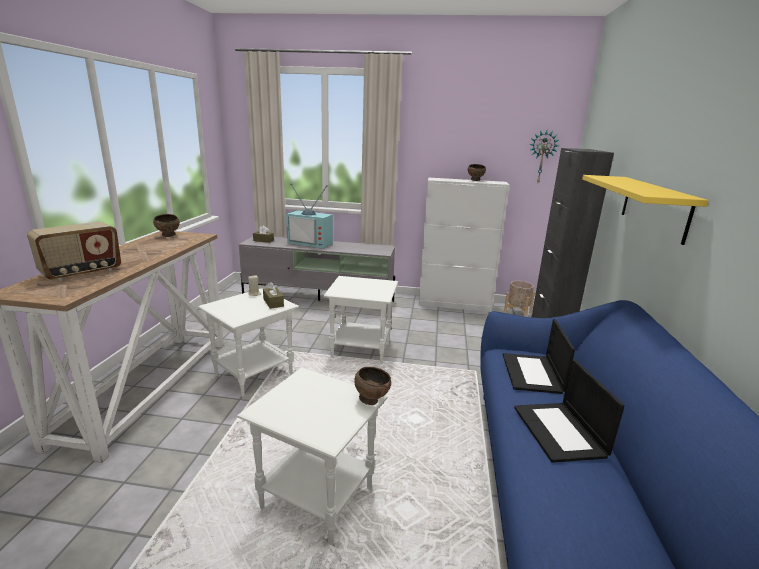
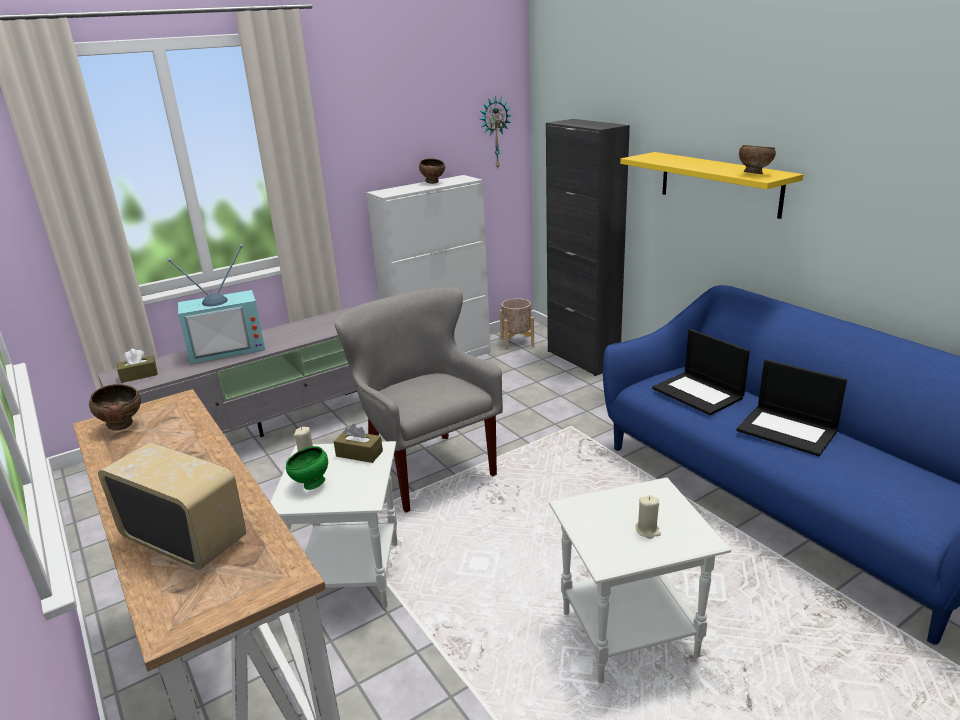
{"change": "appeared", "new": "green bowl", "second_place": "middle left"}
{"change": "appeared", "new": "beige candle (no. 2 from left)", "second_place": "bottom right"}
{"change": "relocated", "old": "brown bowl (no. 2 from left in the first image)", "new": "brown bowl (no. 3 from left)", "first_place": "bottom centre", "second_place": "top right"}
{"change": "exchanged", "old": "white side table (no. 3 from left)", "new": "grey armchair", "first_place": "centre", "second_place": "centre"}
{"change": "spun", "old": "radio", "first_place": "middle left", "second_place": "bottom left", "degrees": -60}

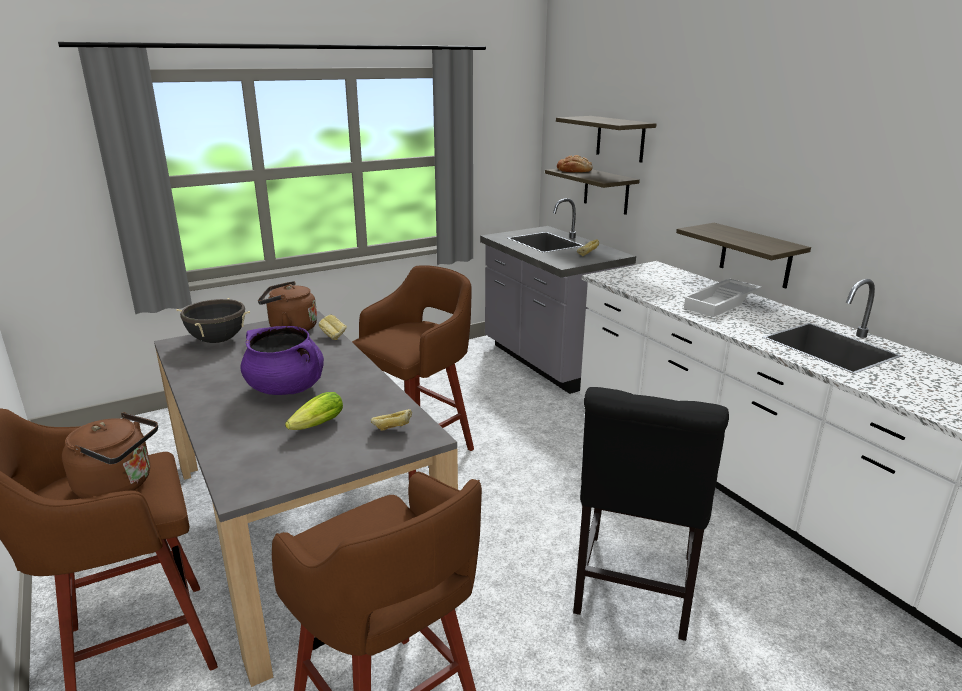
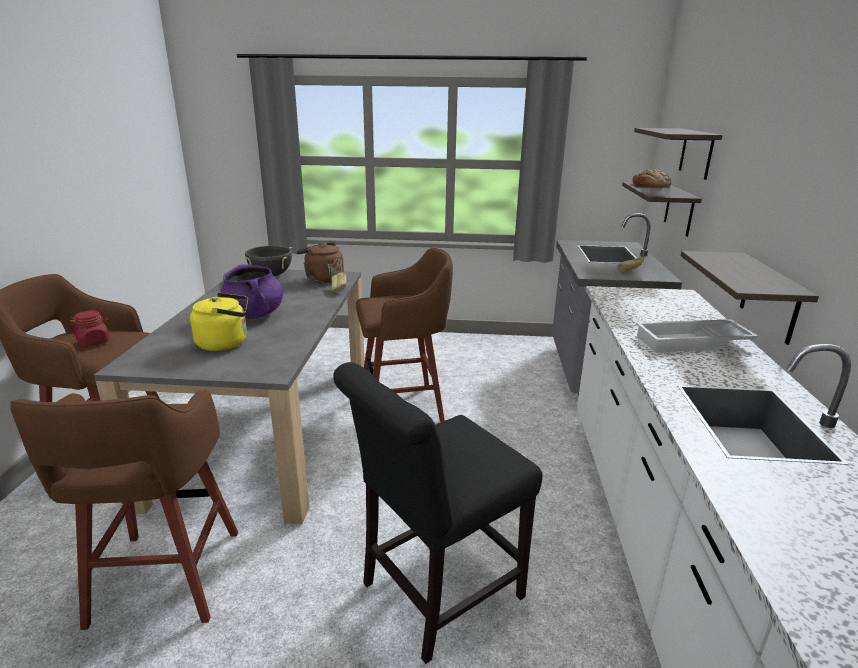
{"change": "missing", "old": "bread (no. 2 from left)", "first_place": "centre"}
{"change": "exchanged", "old": "brown kettle (no. 1 from left)", "new": "red jar", "first_place": "middle left", "second_place": "middle left"}
{"change": "exchanged", "old": "lettuce", "new": "yellow kettle", "first_place": "middle left", "second_place": "middle left"}

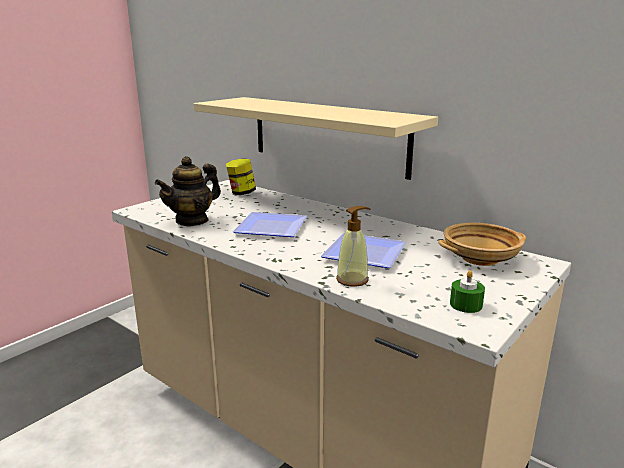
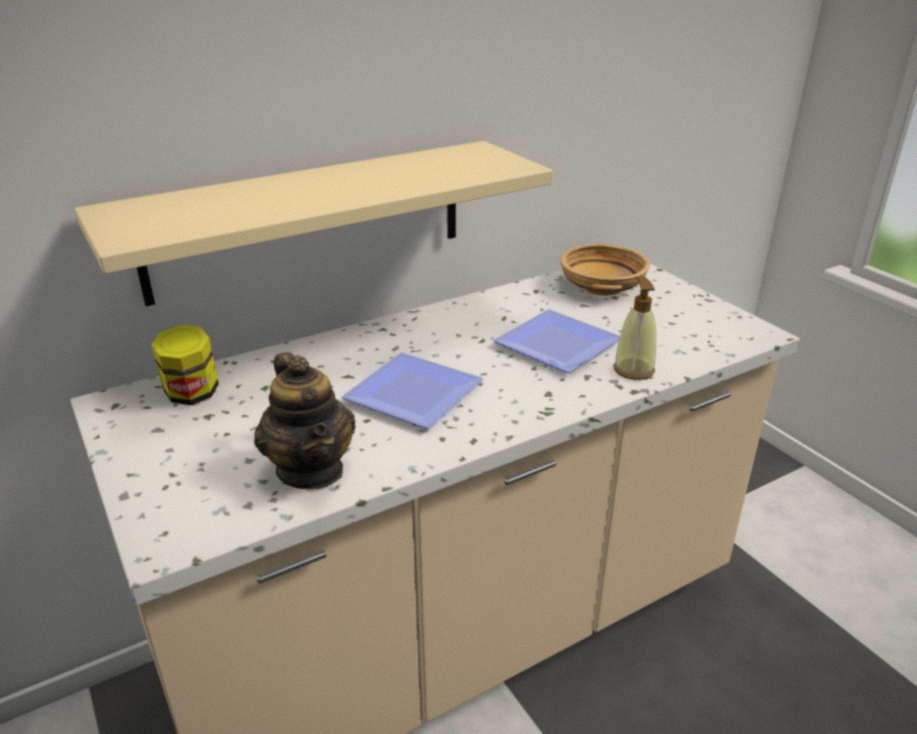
{"change": "missing", "old": "green candle", "first_place": "middle right"}

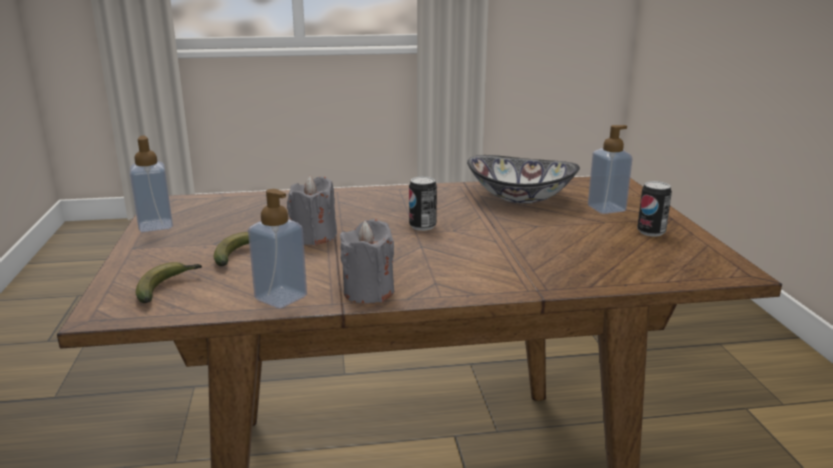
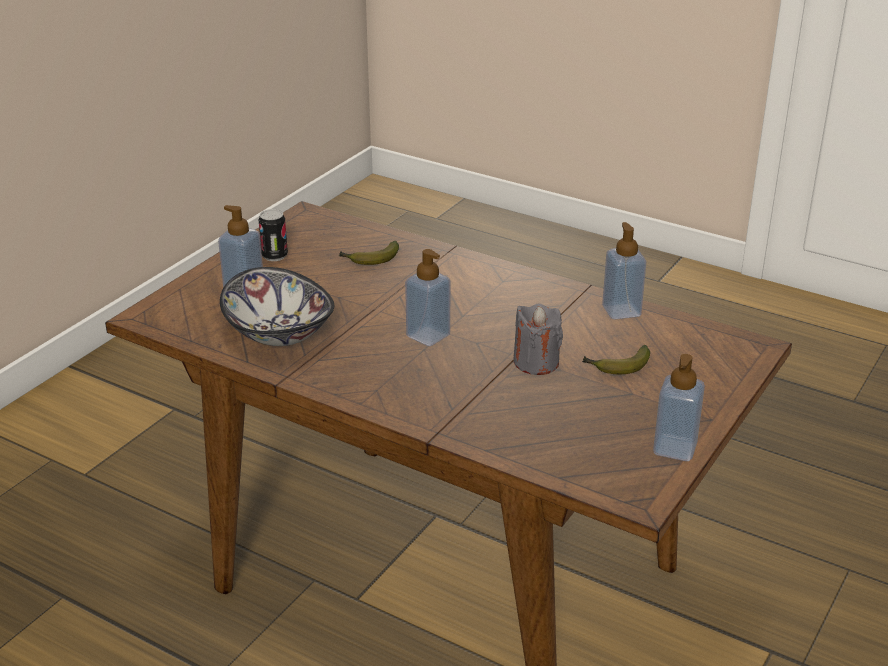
{"change": "missing", "old": "grey candle (no. 2 from left)", "first_place": "centre"}
{"change": "relocated", "old": "banana (no. 1 from left)", "first_place": "middle left", "second_place": "centre"}
{"change": "exchanged", "old": "can (no. 1 from left)", "new": "soap dispenser (no. 2 from left)", "first_place": "centre", "second_place": "centre"}

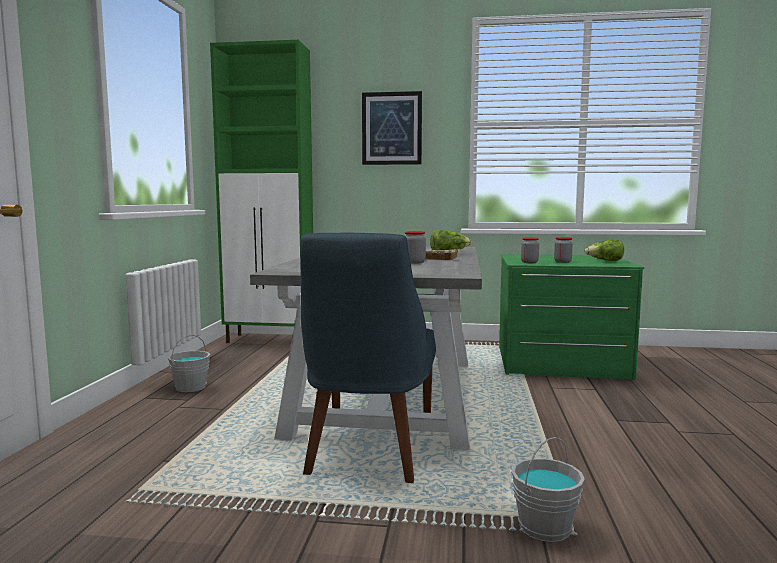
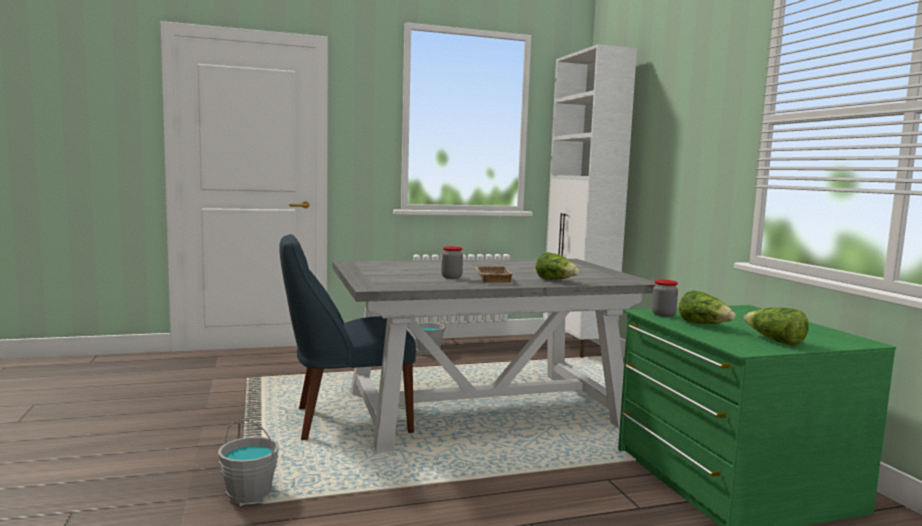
{"change": "missing", "old": "picture", "first_place": "top centre"}
{"change": "exchanged", "old": "jar (no. 3 from left)", "new": "lettuce (no. 2 from left)", "first_place": "middle right", "second_place": "middle right"}
{"change": "colour", "old": "green cabinet", "new": "white cabinet", "first_place": "centre", "second_place": "centre"}

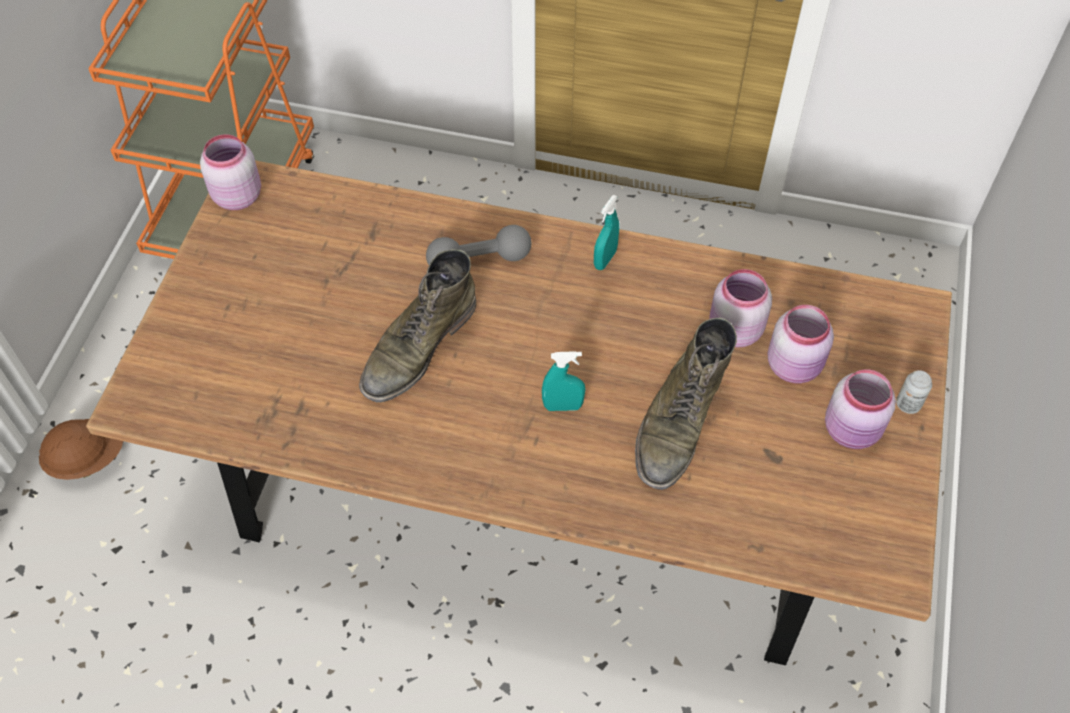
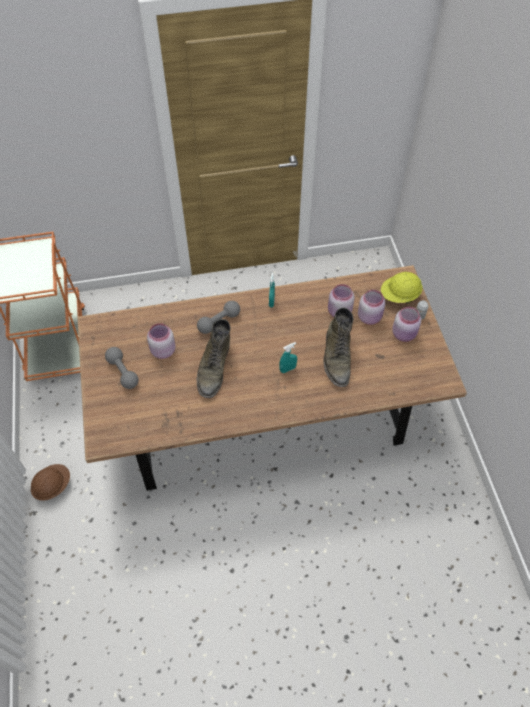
{"change": "appeared", "new": "grey dumbbell (no. 1 from left)", "second_place": "middle left"}
{"change": "appeared", "new": "yellow hard hat", "second_place": "middle right"}
{"change": "relocated", "old": "pink jar (no. 1 from left)", "first_place": "top left", "second_place": "middle left"}

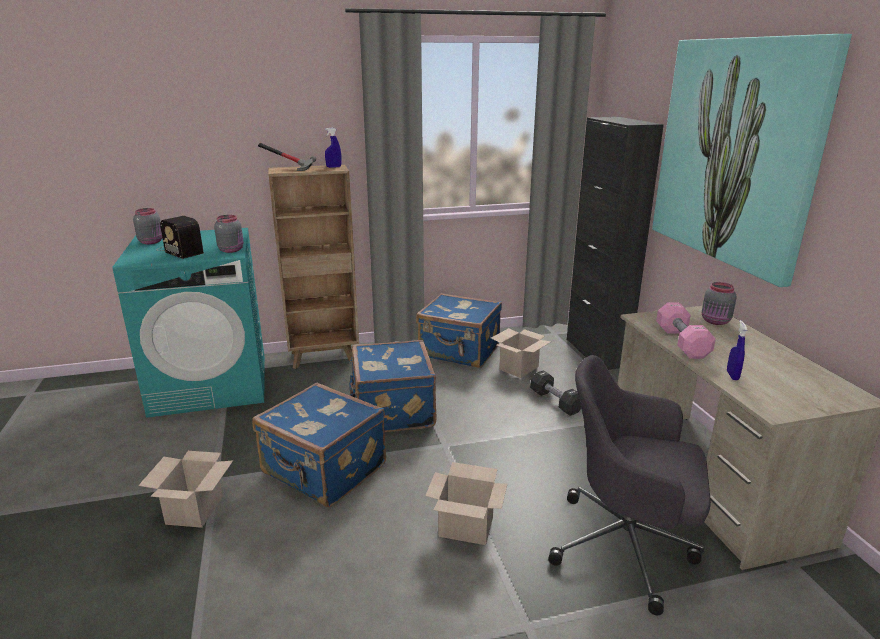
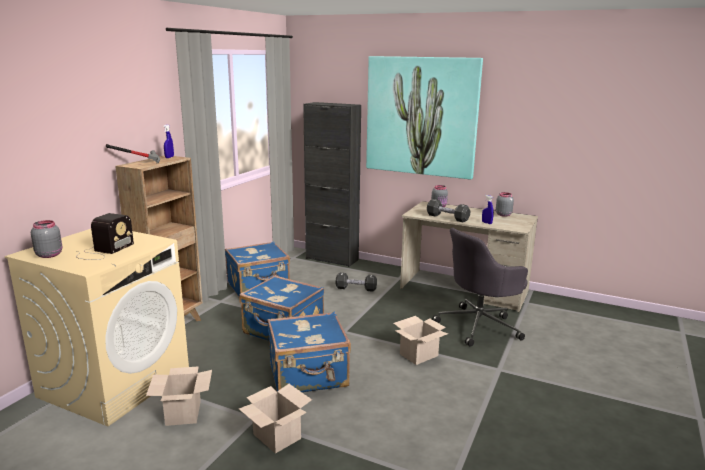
{"change": "relocated", "old": "grey jar (no. 2 from left in the first image)", "new": "grey jar (no. 3 from left)", "first_place": "middle left", "second_place": "middle right"}
{"change": "relocated", "old": "cardboard box (no. 3 from left in the first image)", "new": "cardboard box (no. 1 from left)", "first_place": "centre", "second_place": "bottom left"}
{"change": "colour", "old": "turquoise washing machine", "new": "beige washing machine", "first_place": "middle left", "second_place": "bottom left"}
{"change": "colour", "old": "pink dumbbell", "new": "black dumbbell (no. 2 from left)", "first_place": "middle right", "second_place": "centre"}
{"change": "spun", "old": "radio", "first_place": "middle left", "second_place": "middle left", "degrees": -60}

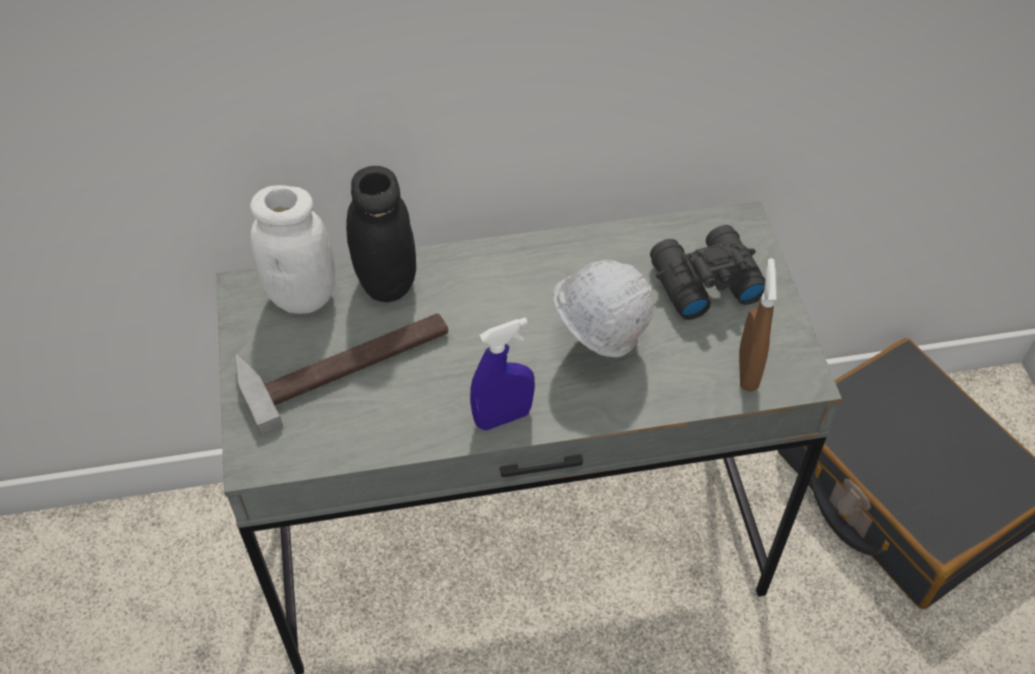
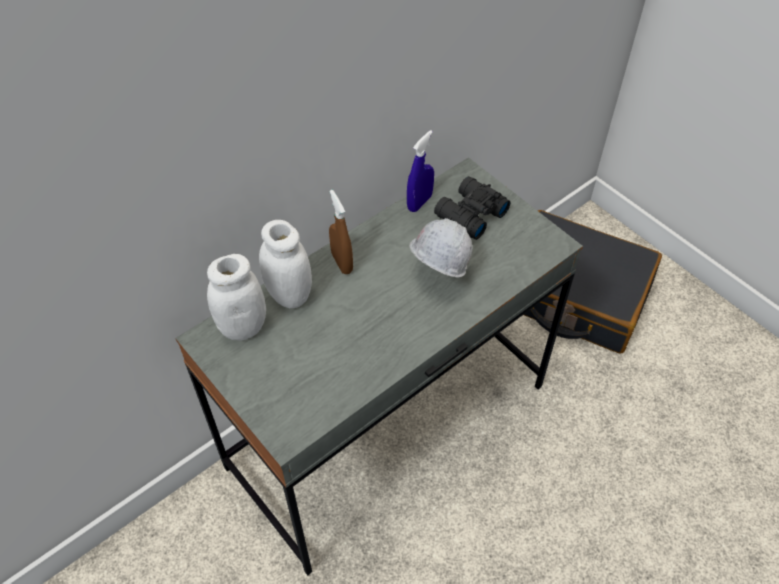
{"change": "missing", "old": "hammer", "first_place": "middle left"}
{"change": "relocated", "old": "blue spray bottle", "first_place": "centre", "second_place": "top centre"}
{"change": "relocated", "old": "brown spray bottle", "first_place": "middle right", "second_place": "centre"}
{"change": "colour", "old": "black jar", "new": "white jar (no. 2 from left)", "first_place": "centre", "second_place": "centre"}

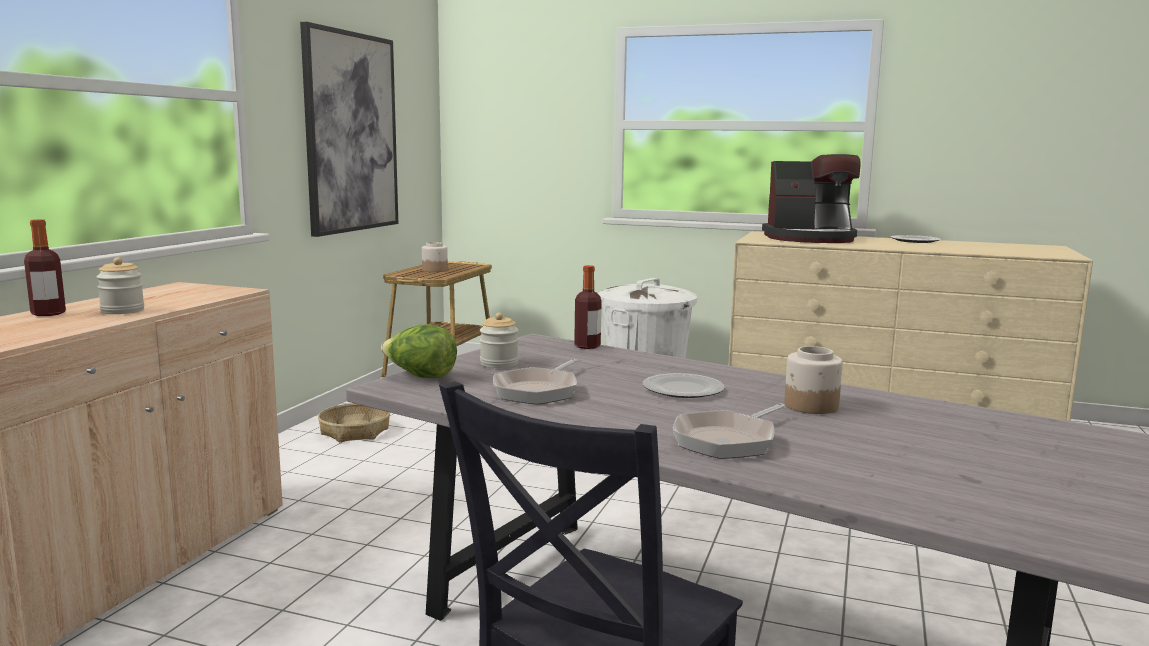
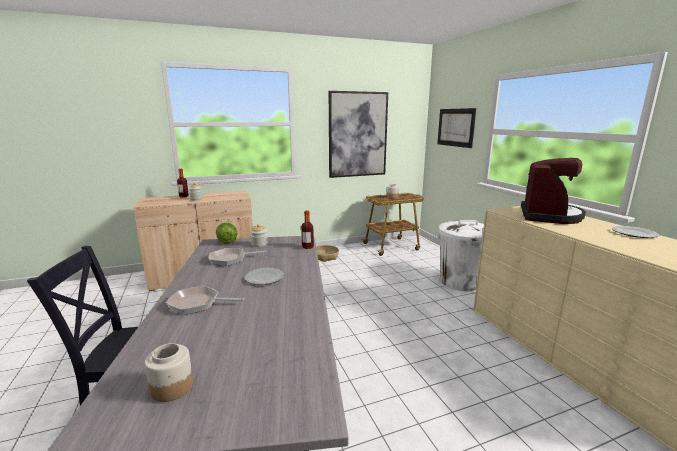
{"change": "appeared", "new": "picture (no. 2 from left)", "second_place": "top right"}
{"change": "relocated", "old": "jar (no. 4 from left in the first image)", "new": "jar (no. 1 from left)", "first_place": "middle right", "second_place": "bottom left"}
{"change": "spun", "old": "coffee machine", "first_place": "top right", "second_place": "middle right", "degrees": -120}

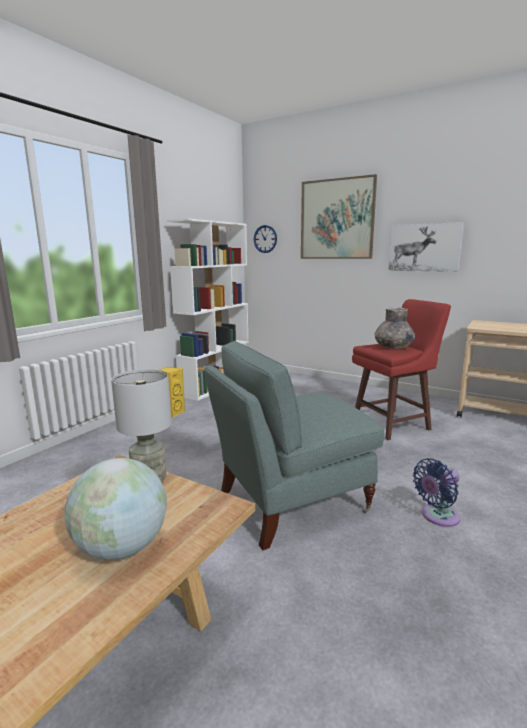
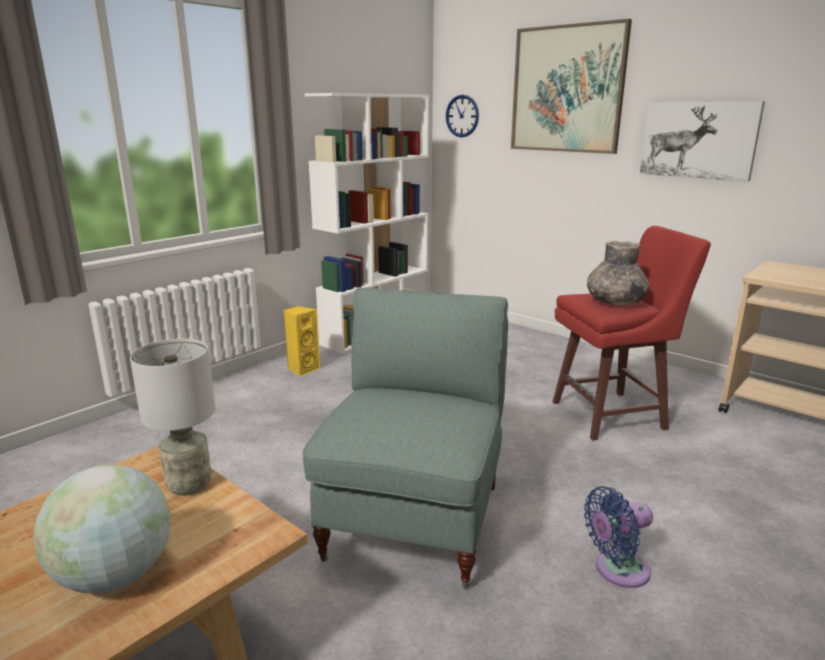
{"change": "spun", "old": "grey armchair", "first_place": "centre", "second_place": "centre", "degrees": 120}

